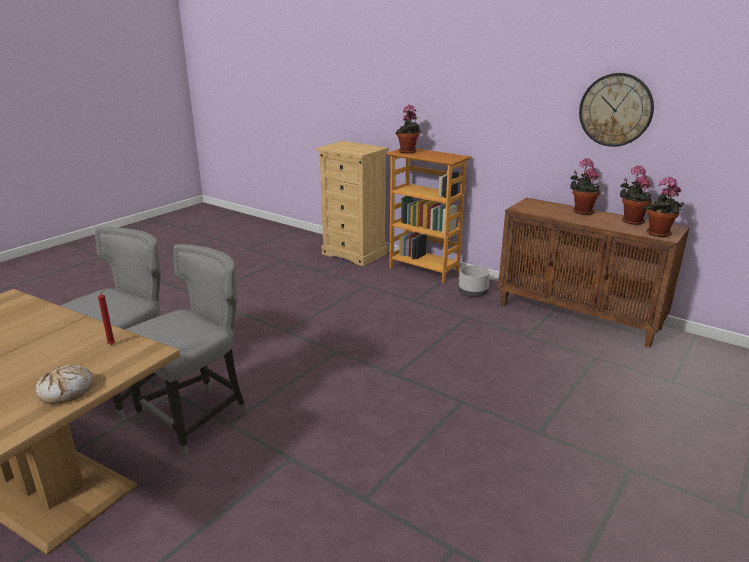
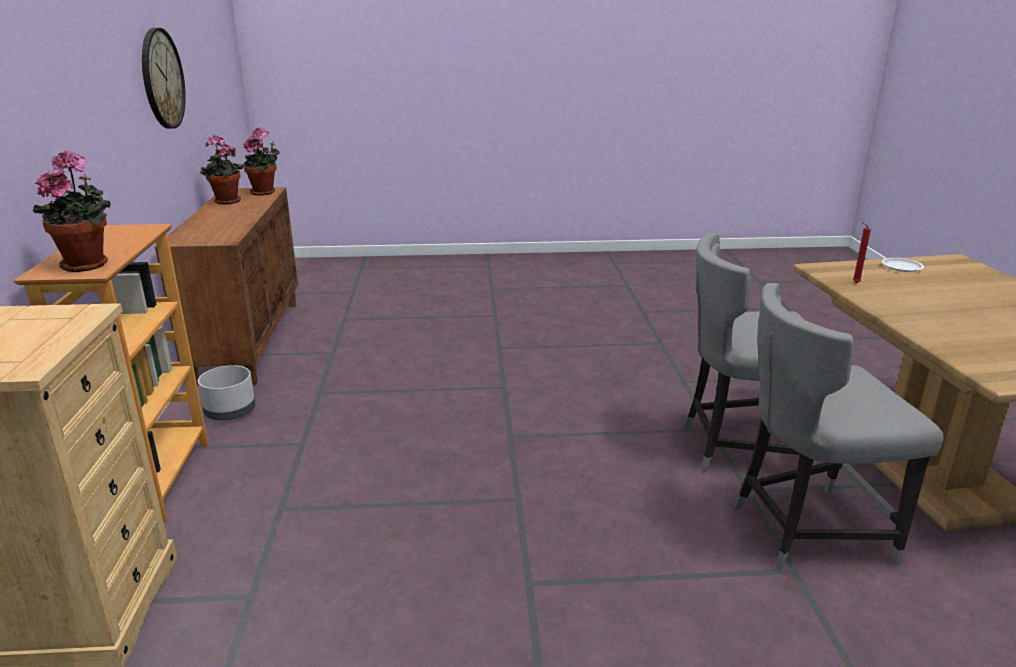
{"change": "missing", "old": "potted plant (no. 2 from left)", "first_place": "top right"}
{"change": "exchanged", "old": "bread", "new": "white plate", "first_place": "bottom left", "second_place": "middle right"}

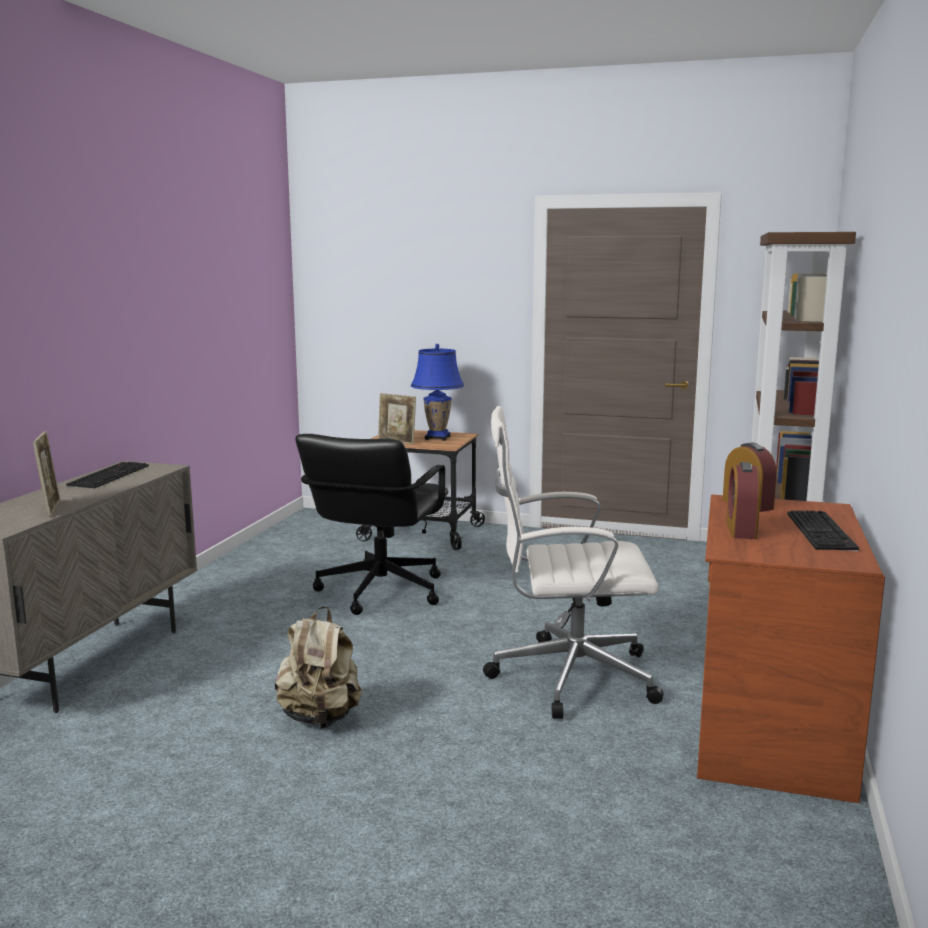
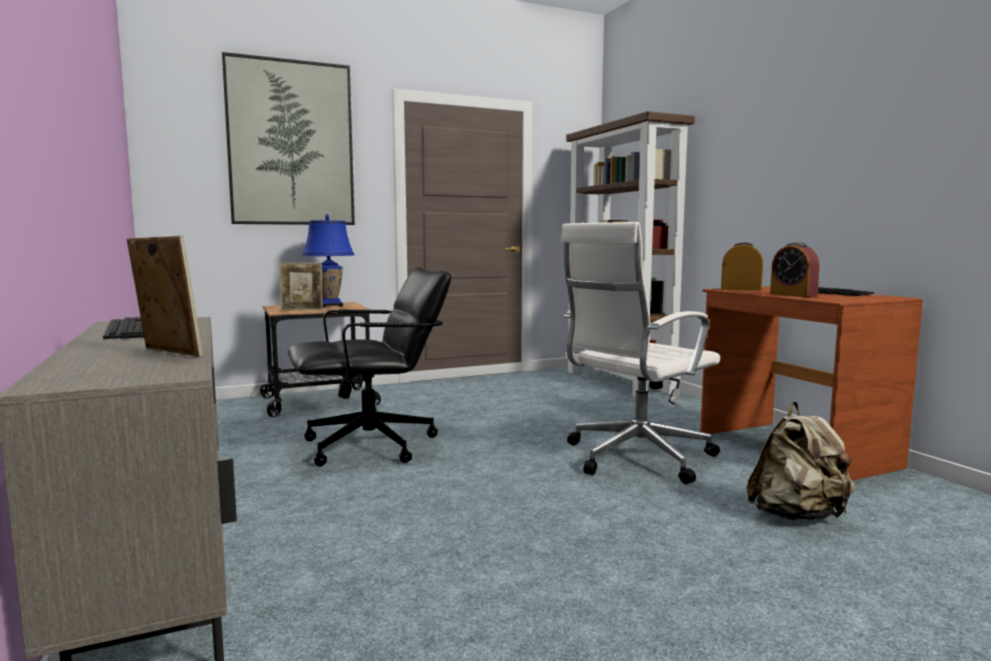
{"change": "appeared", "new": "picture", "second_place": "top left"}
{"change": "relocated", "old": "beige backpack", "first_place": "bottom centre", "second_place": "bottom right"}
{"change": "spun", "old": "black office chair", "first_place": "centre", "second_place": "centre", "degrees": -90}

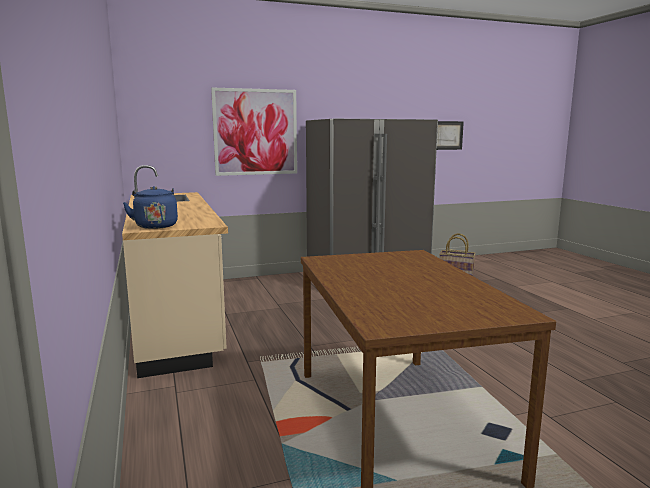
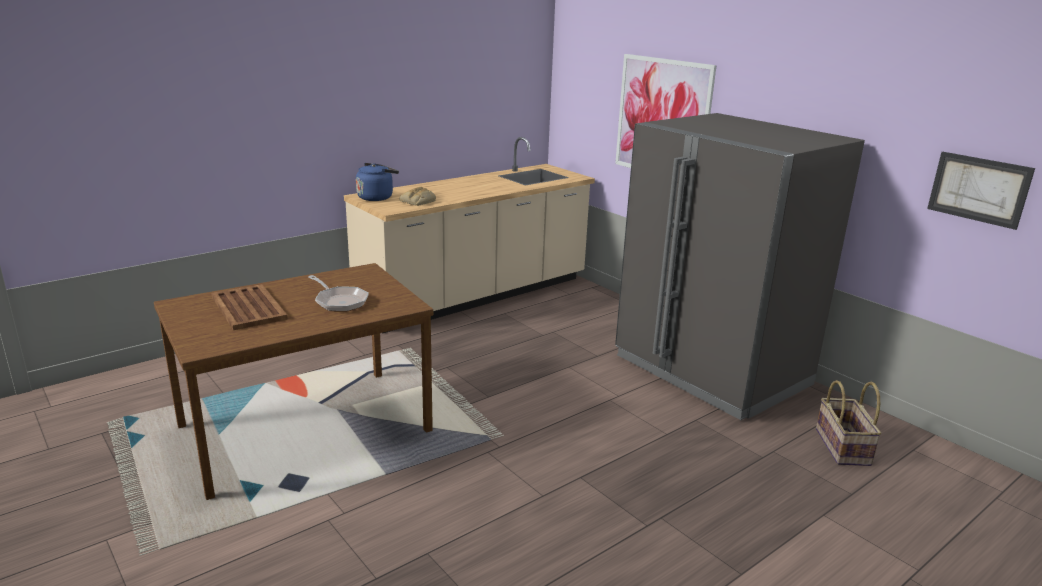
{"change": "appeared", "new": "brown tray", "second_place": "middle left"}
{"change": "appeared", "new": "frying pan", "second_place": "middle left"}
{"change": "appeared", "new": "bread", "second_place": "centre"}

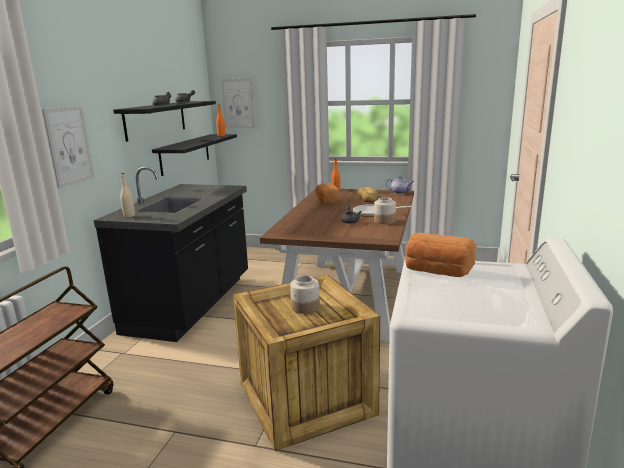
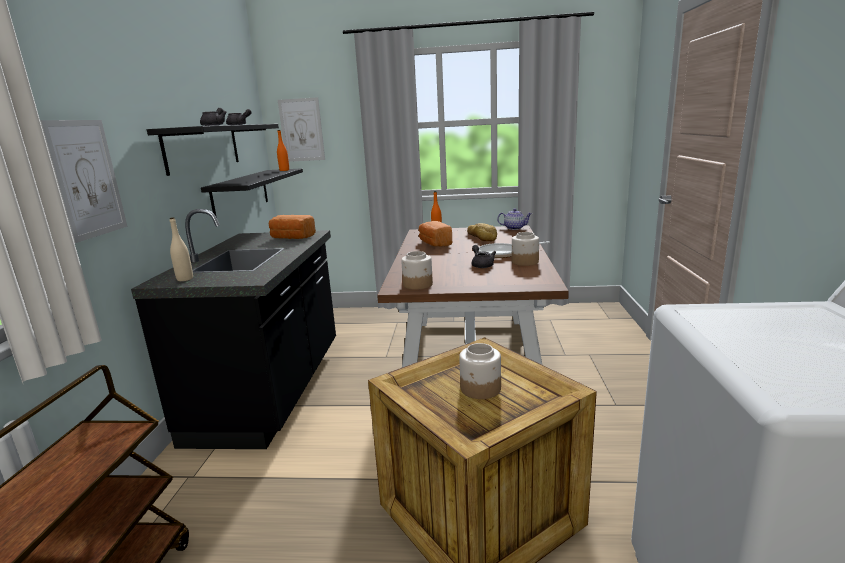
{"change": "appeared", "new": "jar (no. 1 from left)", "second_place": "centre"}
{"change": "relocated", "old": "bread (no. 3 from left in the first image)", "new": "bread (no. 1 from left)", "first_place": "middle right", "second_place": "centre"}

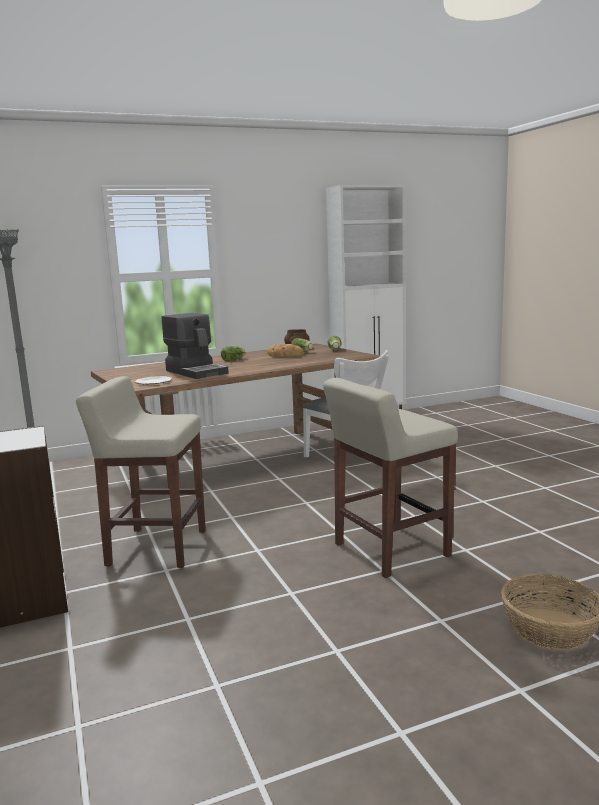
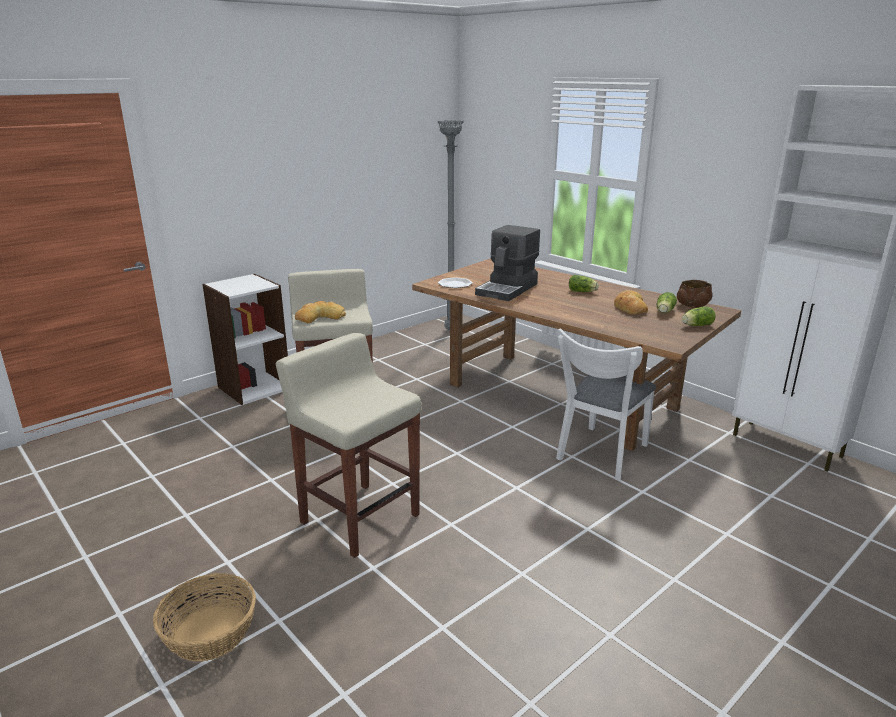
{"change": "appeared", "new": "bread (no. 1 from left)", "second_place": "centre"}

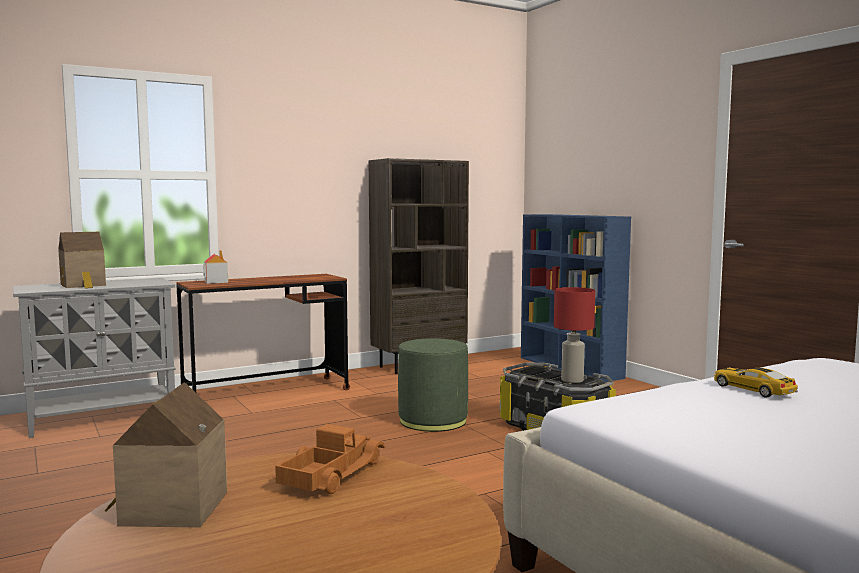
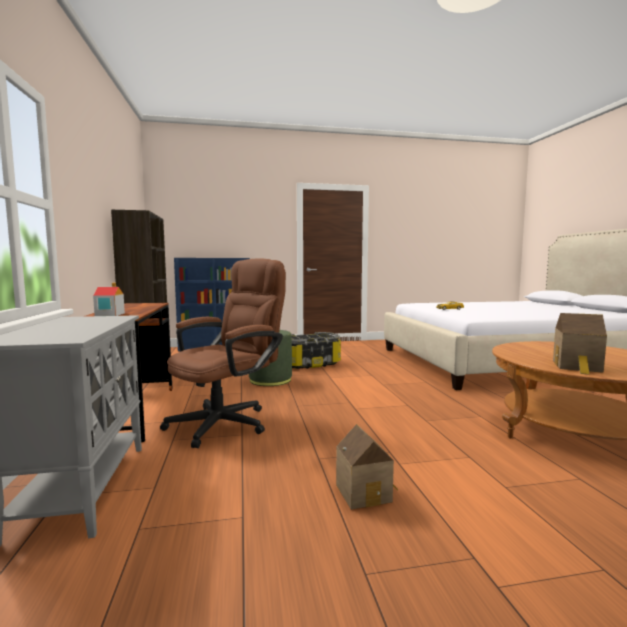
{"change": "missing", "old": "toy truck", "first_place": "bottom centre"}
{"change": "missing", "old": "red table lamp", "first_place": "middle right"}
{"change": "appeared", "new": "brown office chair", "second_place": "centre"}
{"change": "relocated", "old": "toy house (no. 1 from left in the first image)", "new": "toy house (no. 2 from left)", "first_place": "middle left", "second_place": "bottom centre"}

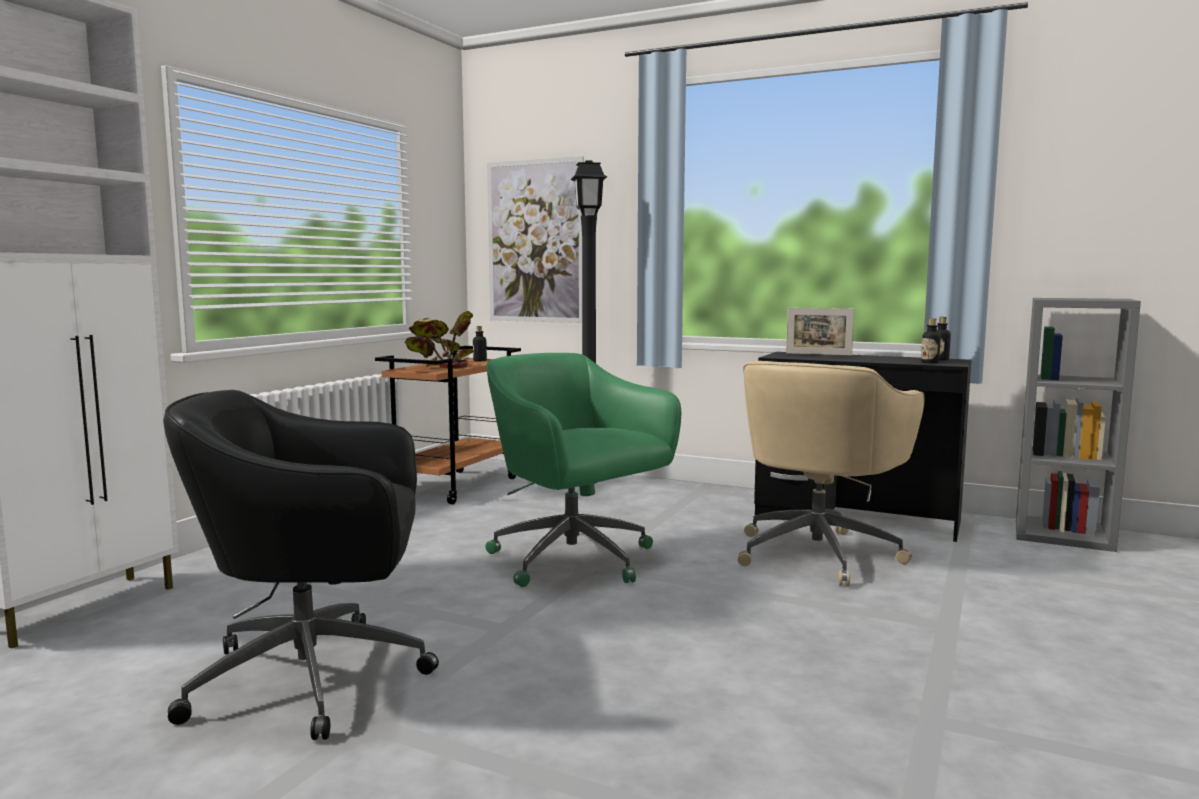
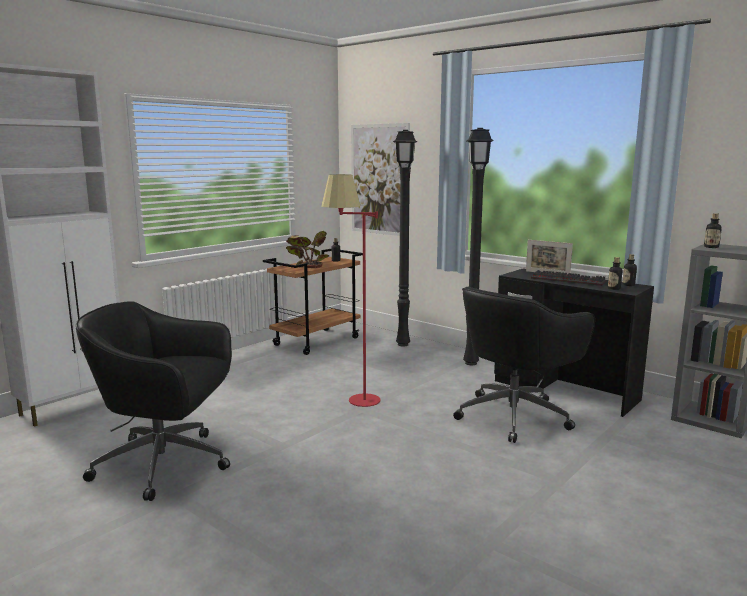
{"change": "appeared", "new": "black floor lamp (no. 2 from left)", "second_place": "centre"}
{"change": "appeared", "new": "keyboard", "second_place": "middle right"}
{"change": "appeared", "new": "bottle (no. 4 from left)", "second_place": "middle right"}
{"change": "exchanged", "old": "green office chair", "new": "red floor lamp", "first_place": "centre", "second_place": "centre"}
{"change": "colour", "old": "beige office chair", "new": "black office chair (no. 2 from left)", "first_place": "middle right", "second_place": "middle right"}

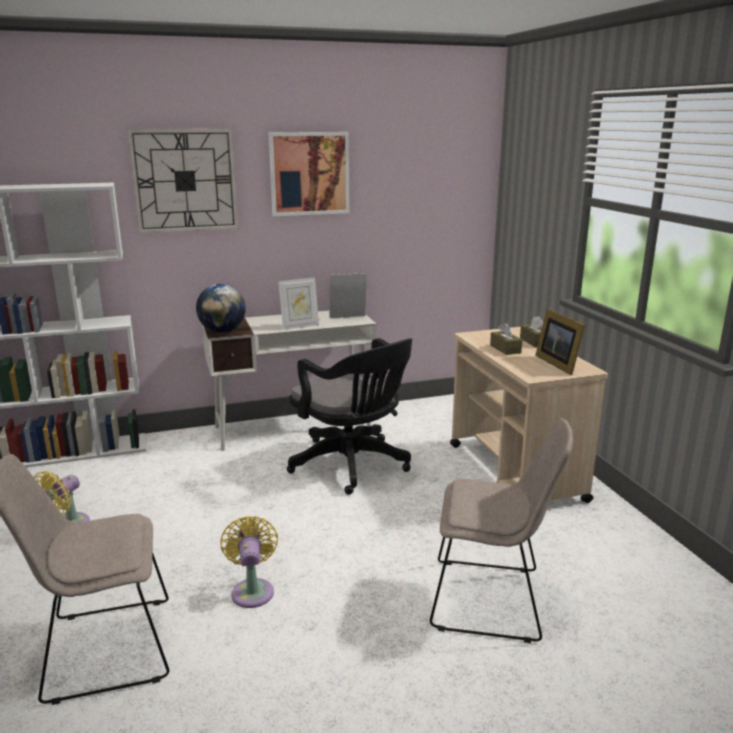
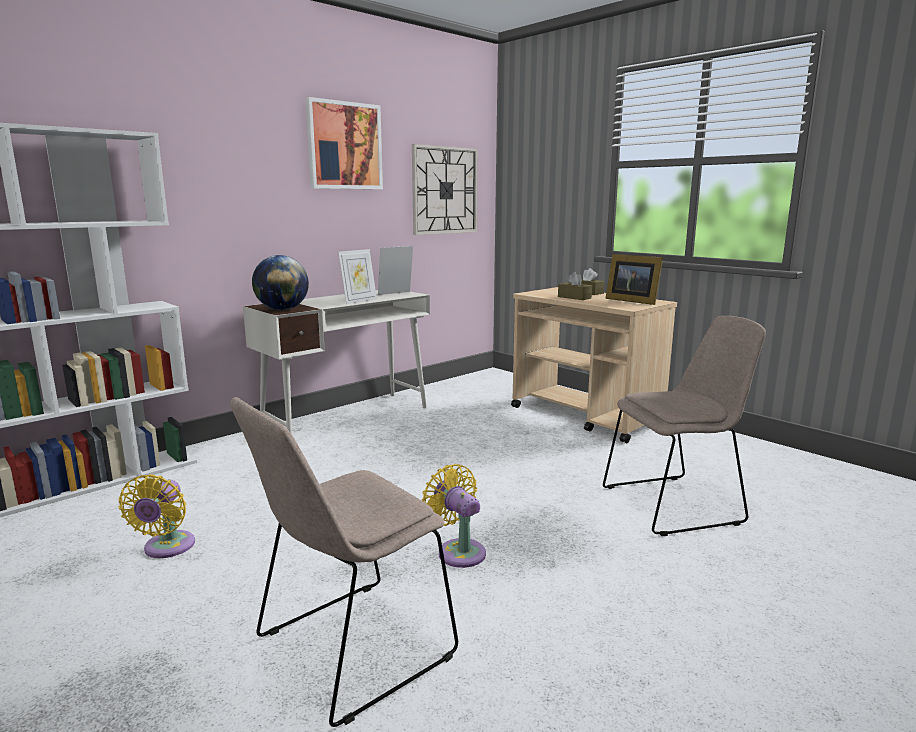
{"change": "missing", "old": "black office chair", "first_place": "centre"}
{"change": "relocated", "old": "wall clock", "first_place": "top left", "second_place": "top centre"}

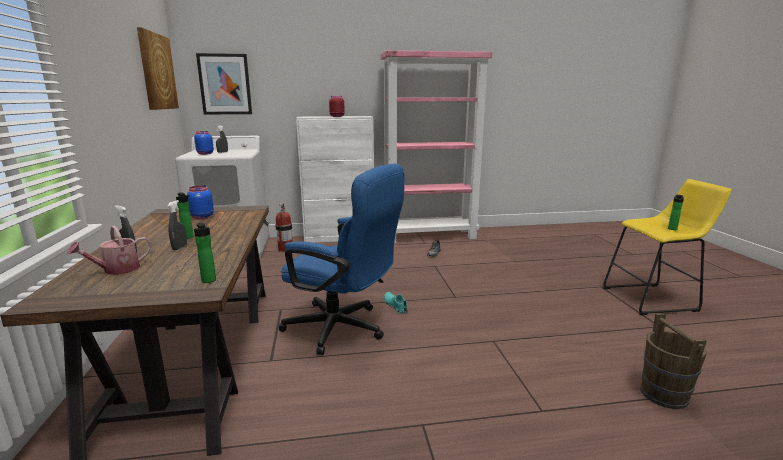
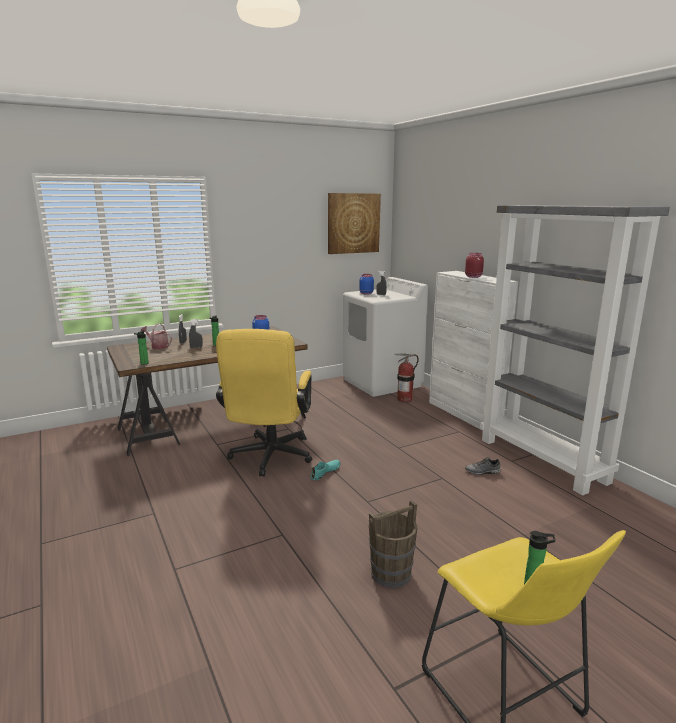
{"change": "missing", "old": "picture (no. 2 from left)", "first_place": "top left"}
{"change": "relocated", "old": "brown bucket", "first_place": "bottom right", "second_place": "bottom centre"}
{"change": "colour", "old": "blue office chair", "new": "yellow office chair", "first_place": "centre", "second_place": "centre"}
{"change": "colour", "old": "pink bookcase", "new": "grey bookcase", "first_place": "top centre", "second_place": "middle right"}

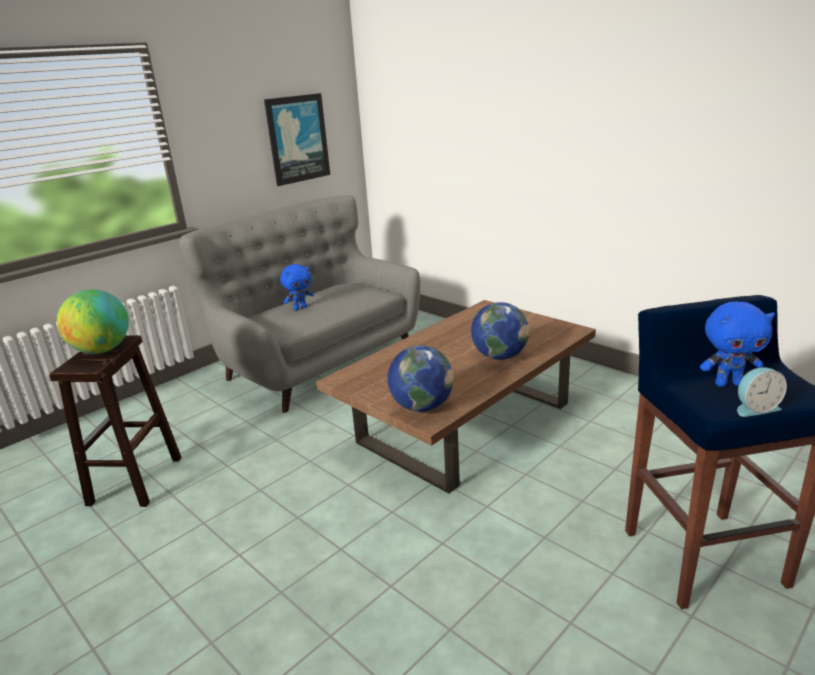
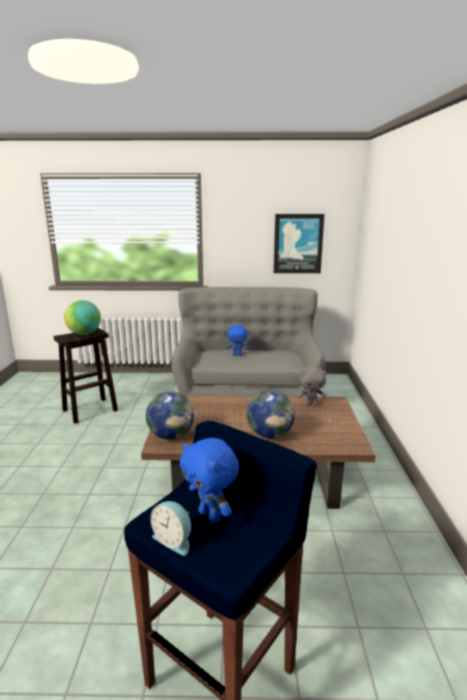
{"change": "appeared", "new": "grey plush toy", "second_place": "middle right"}

